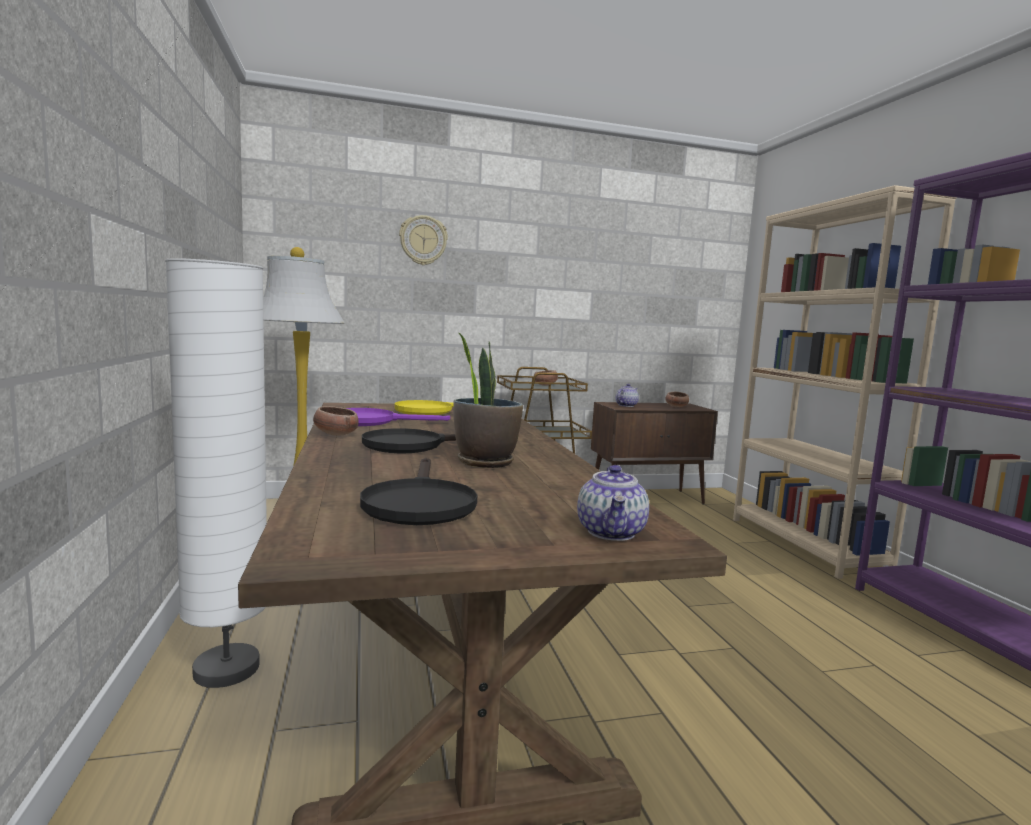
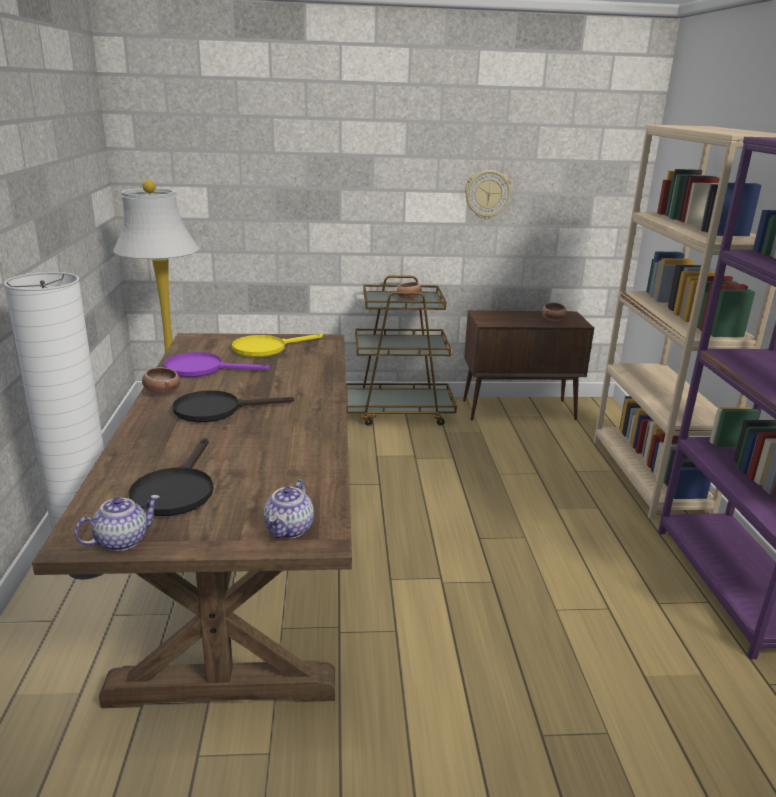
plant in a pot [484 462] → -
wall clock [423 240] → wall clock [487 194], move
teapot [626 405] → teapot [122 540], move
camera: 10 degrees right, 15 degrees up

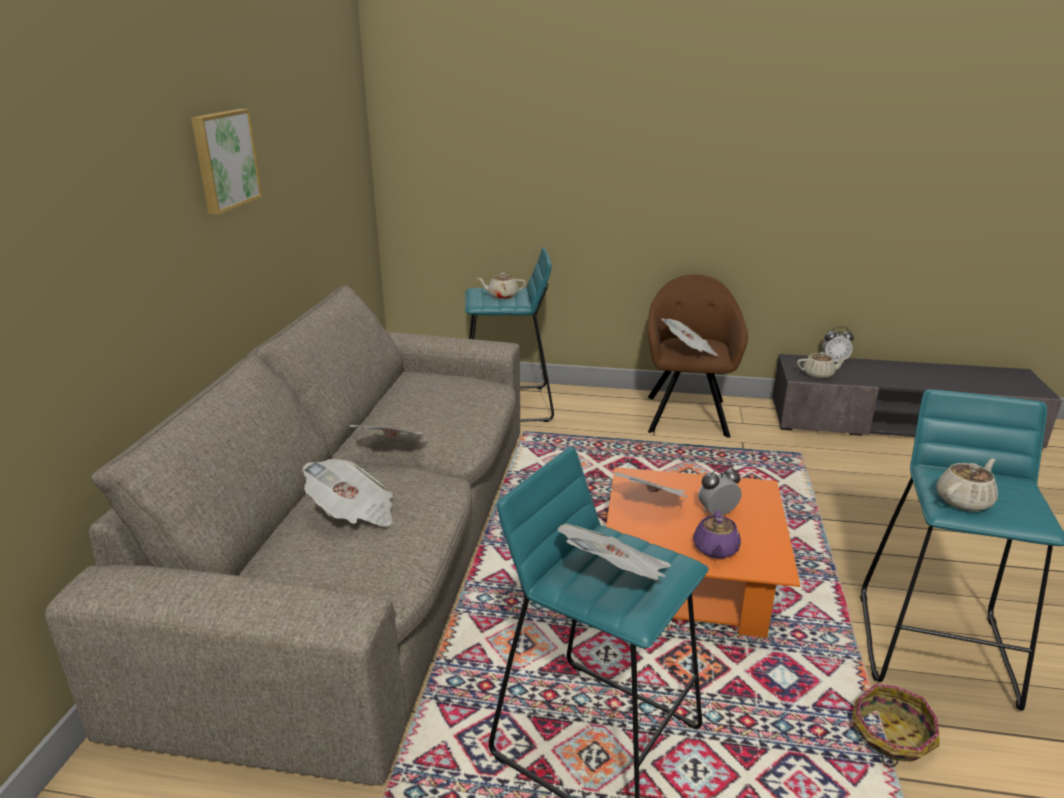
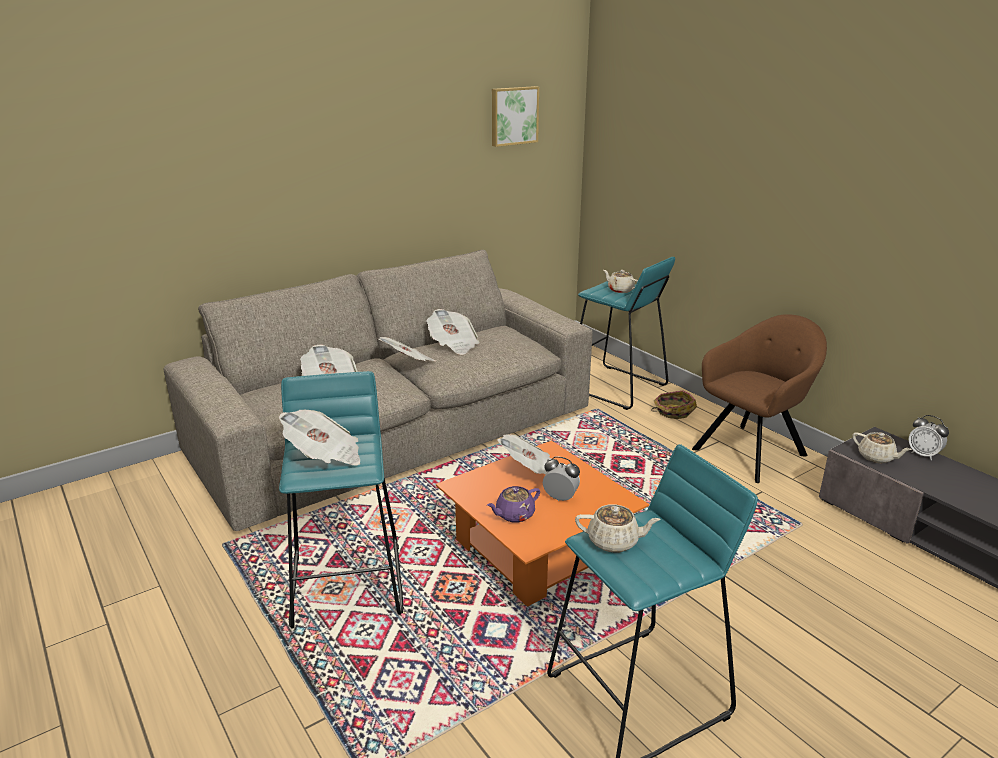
wall picture [224 160] → wall picture [513 116], move
newspaper [689 351] → newspaper [453 345], move
storage basket [891 736] → storage basket [673 411], move
camera: 45 degrees right, 0 degrees up

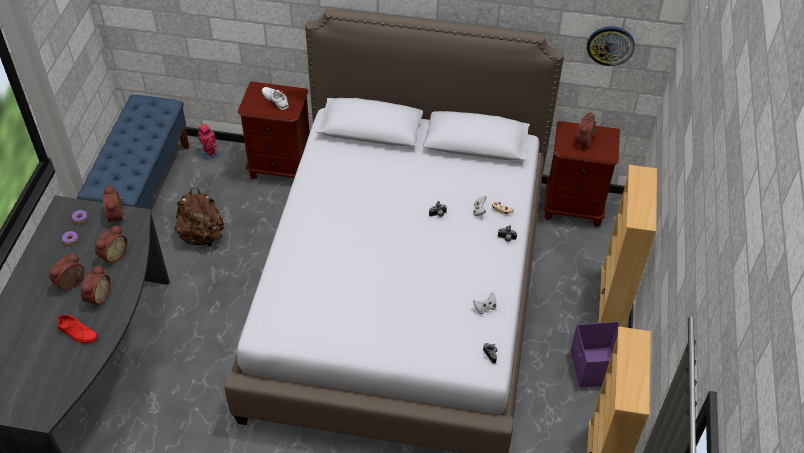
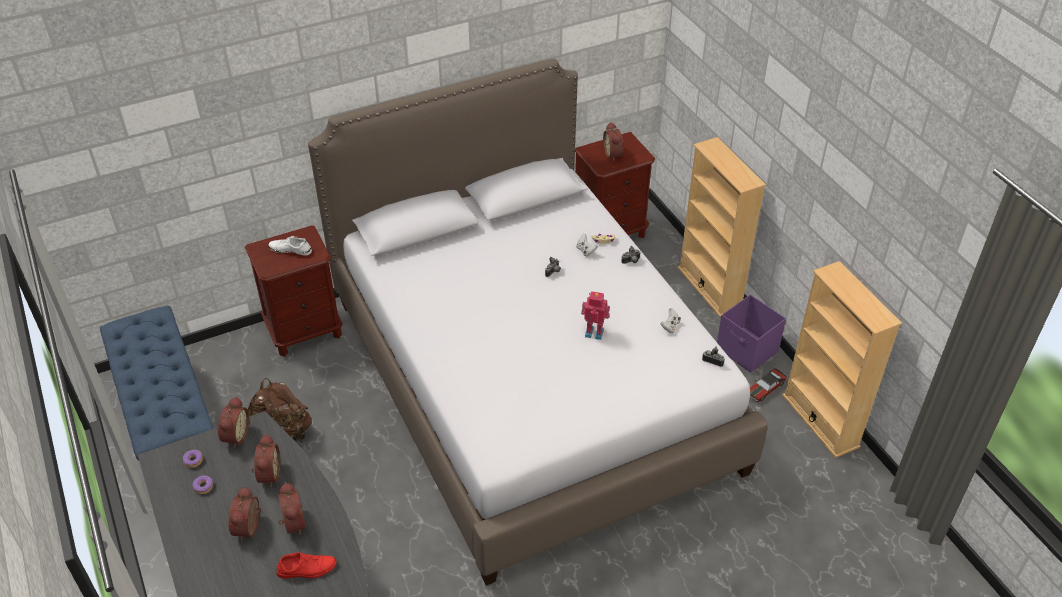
wall clock [610 45] → -
- → toy car [765 388]
model robot [210 153] → model robot [594 332], move
bedside clock [118 216] → bedside clock [235 435], 120 degrees counterclockwise
camera: 35 degrees left, 5 degrees down

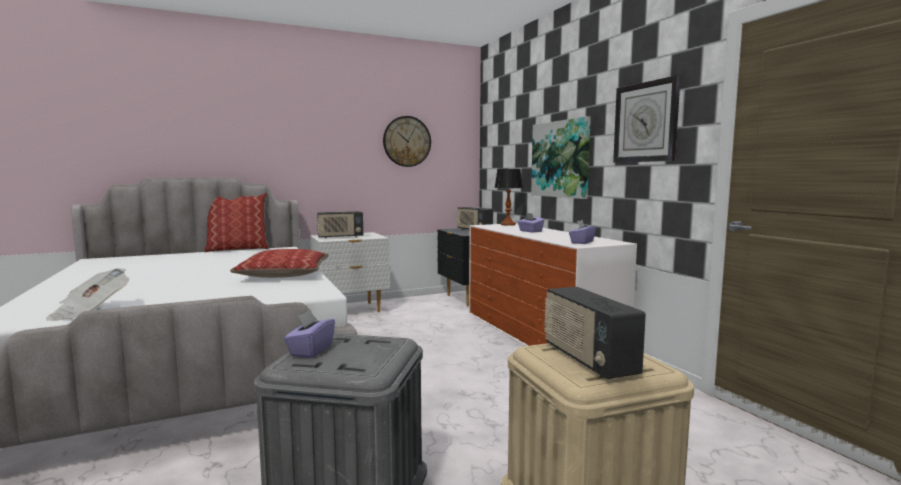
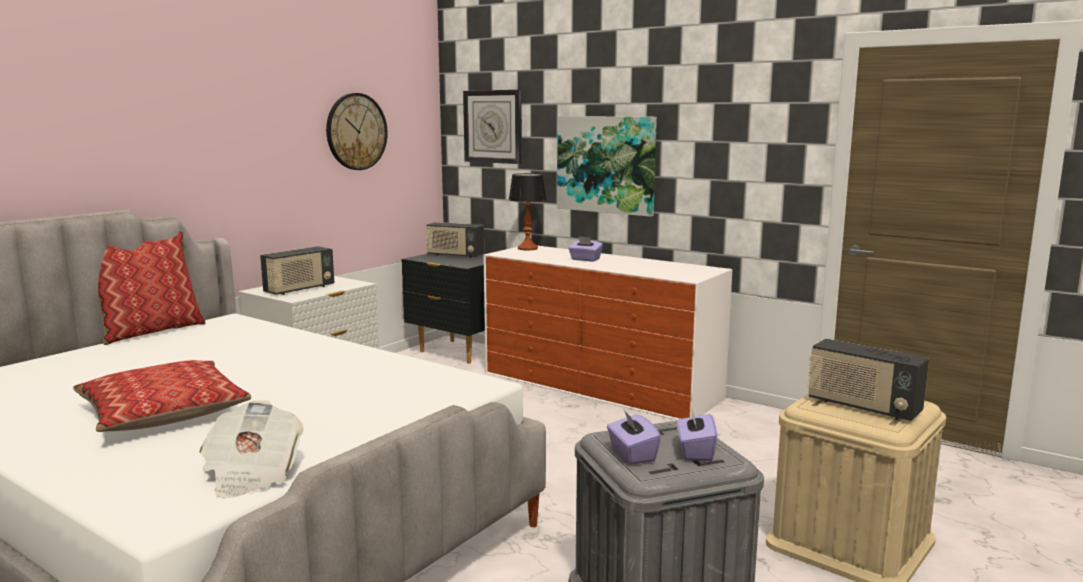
pillow [284 274] → pillow [164 412], move
tissue holder (purple) [581 242] → tissue holder (purple) [695 451], move
wall clock [646 122] → wall clock [493 126], move
camera: 30 degrees left, 5 degrees up

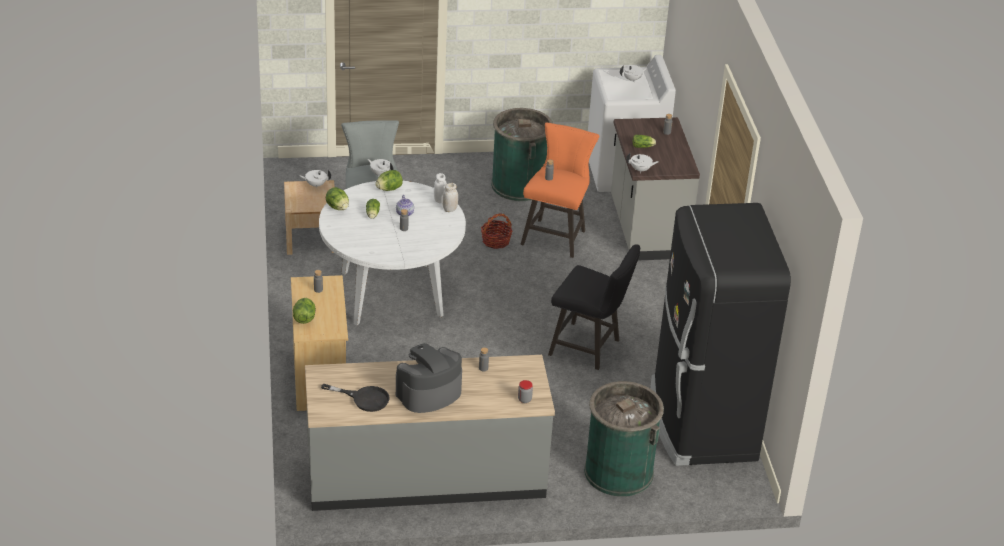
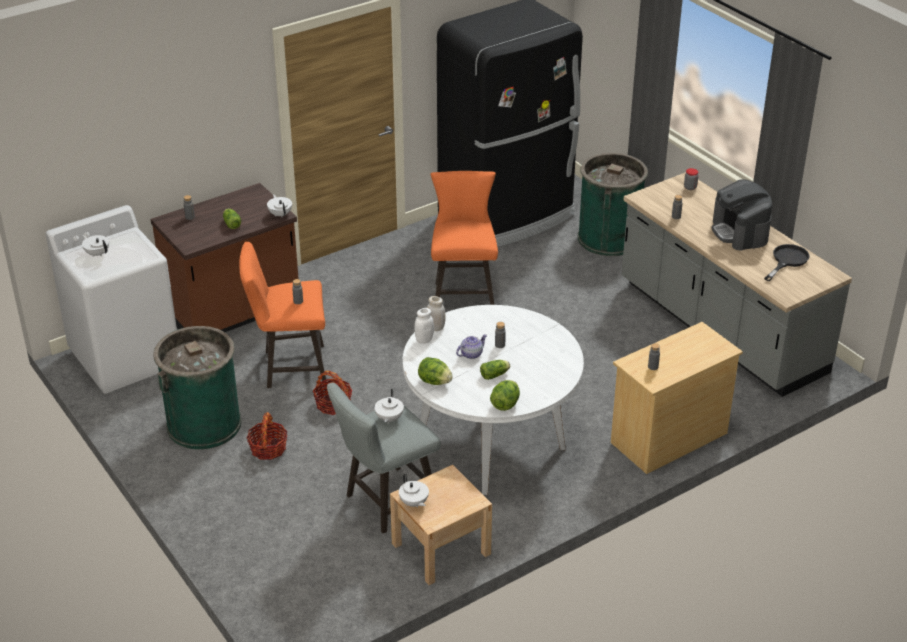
lettuce [304 318] → -
- → storage basket [268 449]
stool seat (black-coloured) [589 348] → stool seat (orange-coloured) [463 294]
kitchen counter (gray) [646 230] → kitchen counter (brownish) [234 314]
pan (black-coloured) [364 398] → pan (black-coloured) [787 260], 45 degrees clockwise
coffee maker [428 393] → coffee maker [740 232], 45 degrees clockwise
camera: 115 degrees left, 0 degrees up

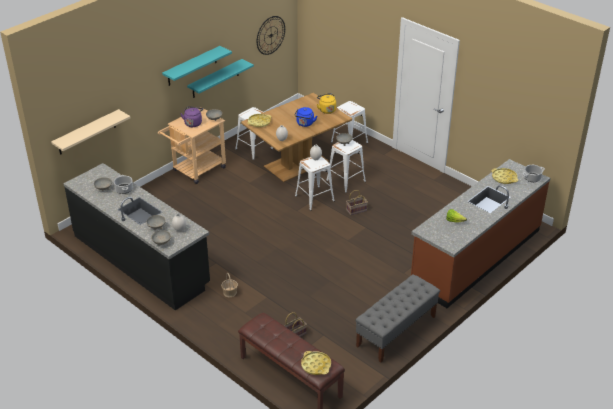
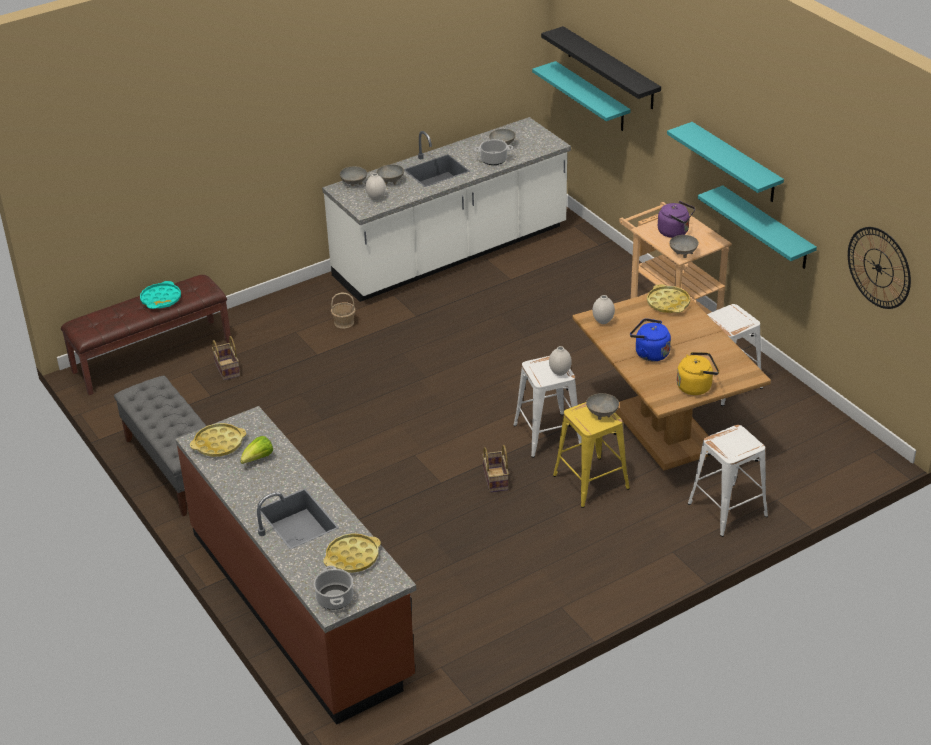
- → serving tray (turquoise-coloured) [161 299]
- → wall shelf (black-coloured) [610 68]
serving tray (yellow-coloured) [316 365] → serving tray (yellow-coloured) [219 444], move
wall shelf (beige-coloured) [86 132] → wall shelf (turquoise-coloured) [592 97]
kitchen counter (black-coloured) [141 260] → kitchen counter (white-coloured) [451 253]
stool seat (white-coloured) [346 181] → stool seat (yellow-coloured) [590 482]
camera: 105 degrees right, 0 degrees up

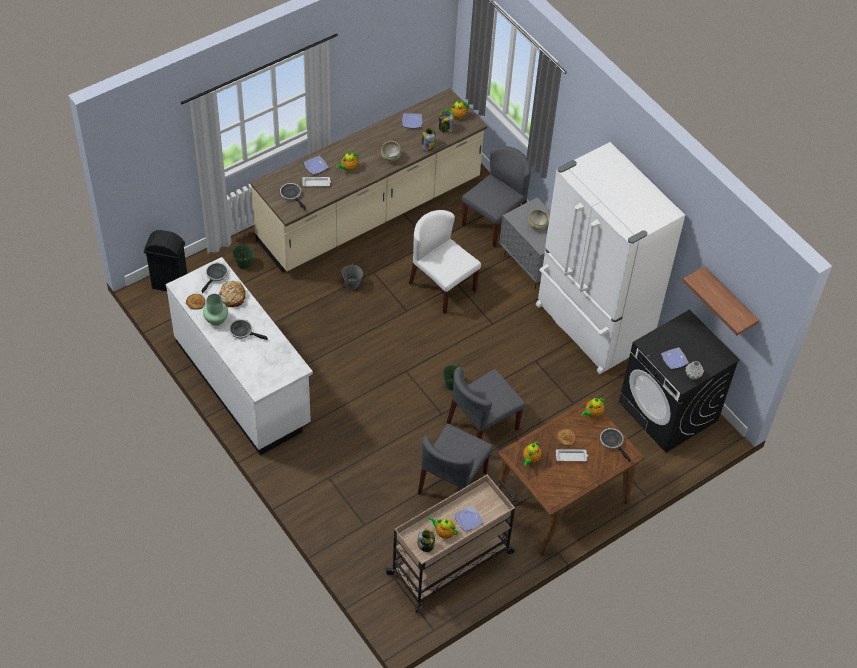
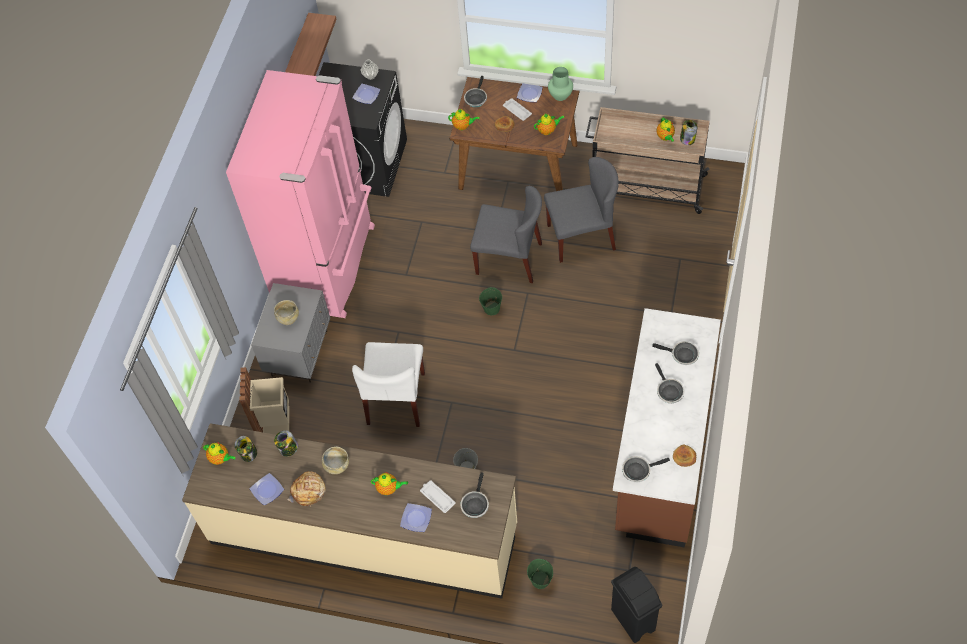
- → pan [682 355]
vase (greenish) [216 320] → vase (greenish) [561 95], move
bakery bread [232 297] → bakery bread [308 492], move
dinner plate [469 520] → dinner plate [529 93], move
chair (gray) [494 222] → rubbish bin (beige-coloured) [275 422]
kitchen counter (white-coloured) [243 383] → kitchen counter (brownish) [661 452]
kitchen fridge (white-coloured) [591 326] → kitchen fridge (pink) [328 266]
camera: 125 degrees left, 5 degrees up

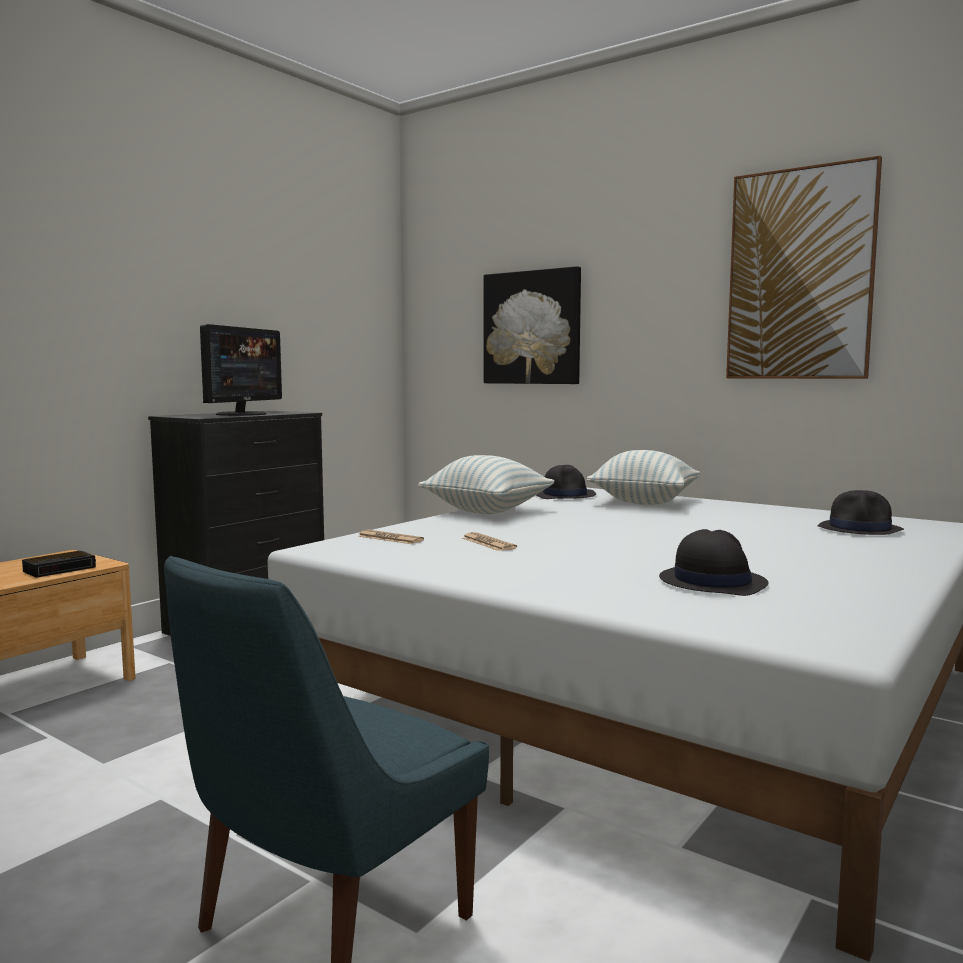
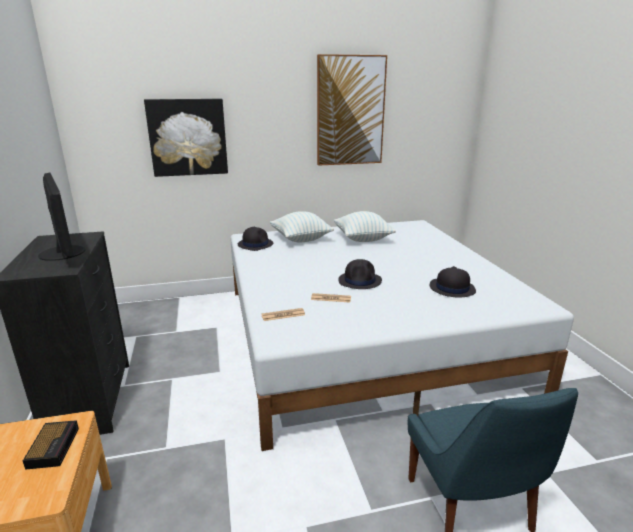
pillow [487 511] → pillow [362 239], move
clothing hat (black-coloured) [860 529] → clothing hat (black-coloured) [360 281], move
camera: 50 degrees left, 15 degrees up

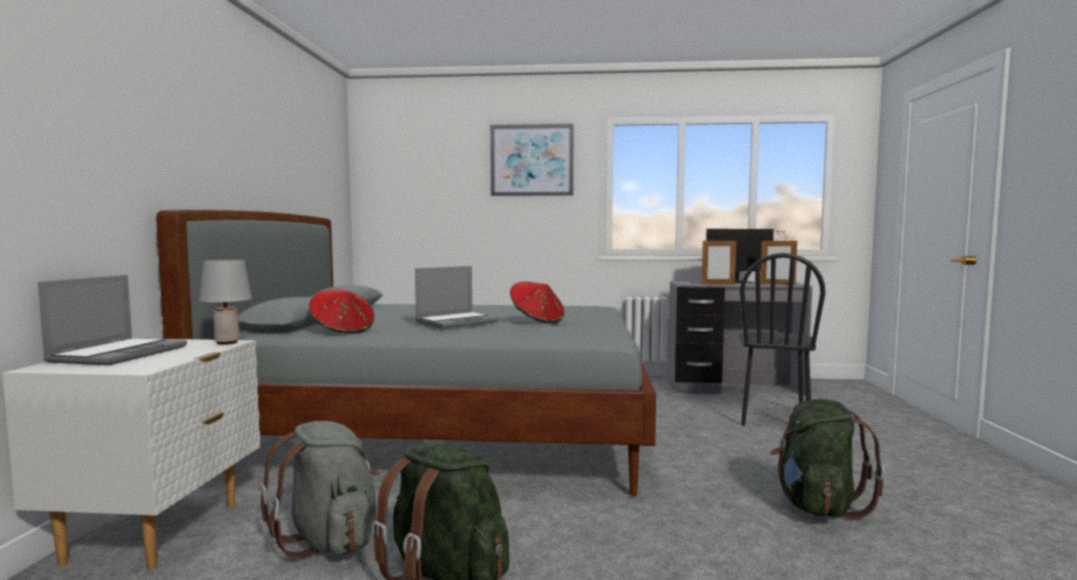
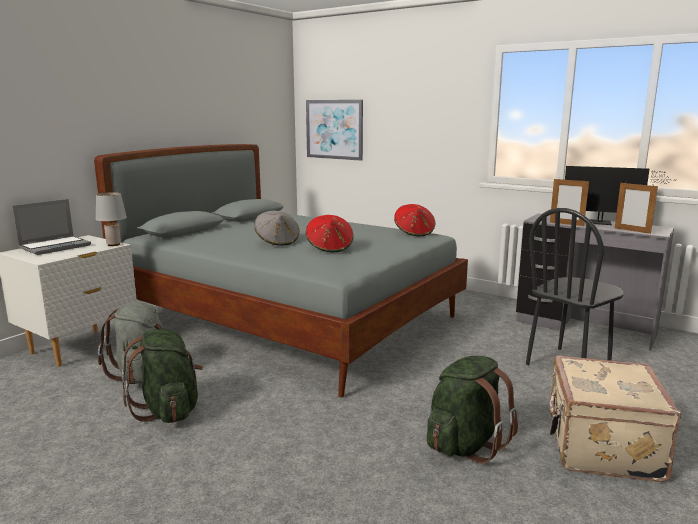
- → suitcase (beige-coloured) [600 447]
clothing hat (red-coloured) [343 330] → clothing hat (red-coloured) [414 233], move
wall picture [532 160] → wall picture [334 129], move
notebook computer [457 322] → clothing hat (gray) [277 241]
camera: 30 degrees right, 10 degrees up

